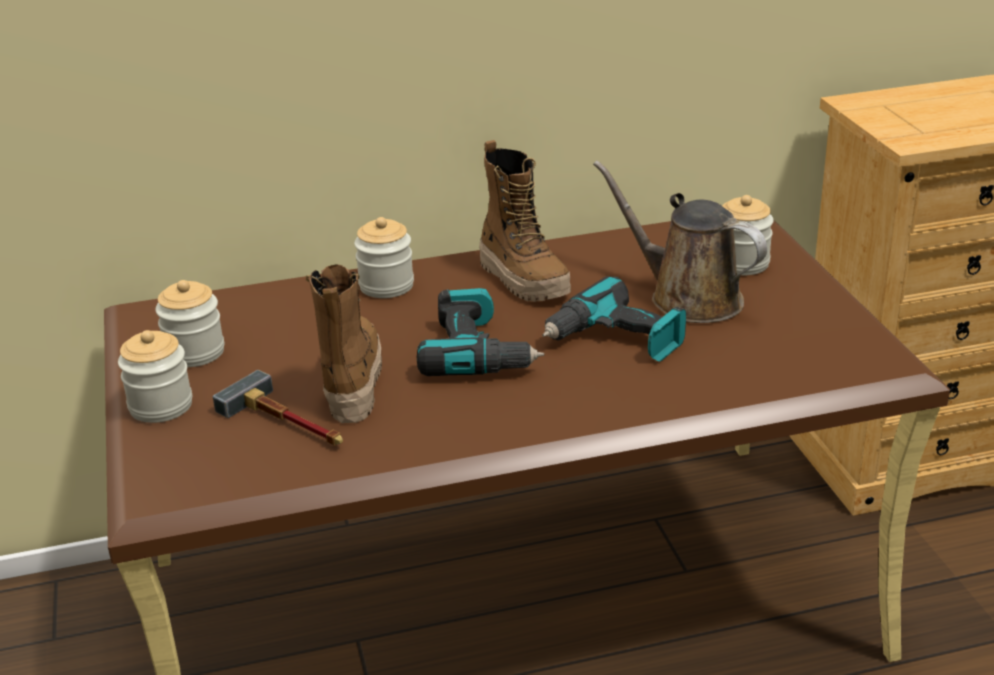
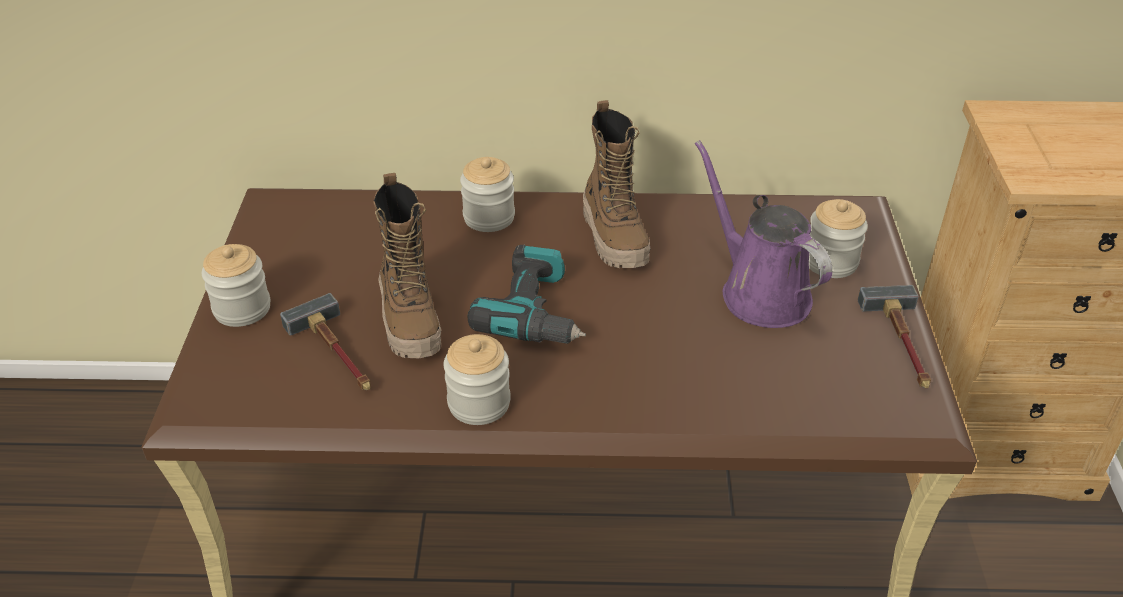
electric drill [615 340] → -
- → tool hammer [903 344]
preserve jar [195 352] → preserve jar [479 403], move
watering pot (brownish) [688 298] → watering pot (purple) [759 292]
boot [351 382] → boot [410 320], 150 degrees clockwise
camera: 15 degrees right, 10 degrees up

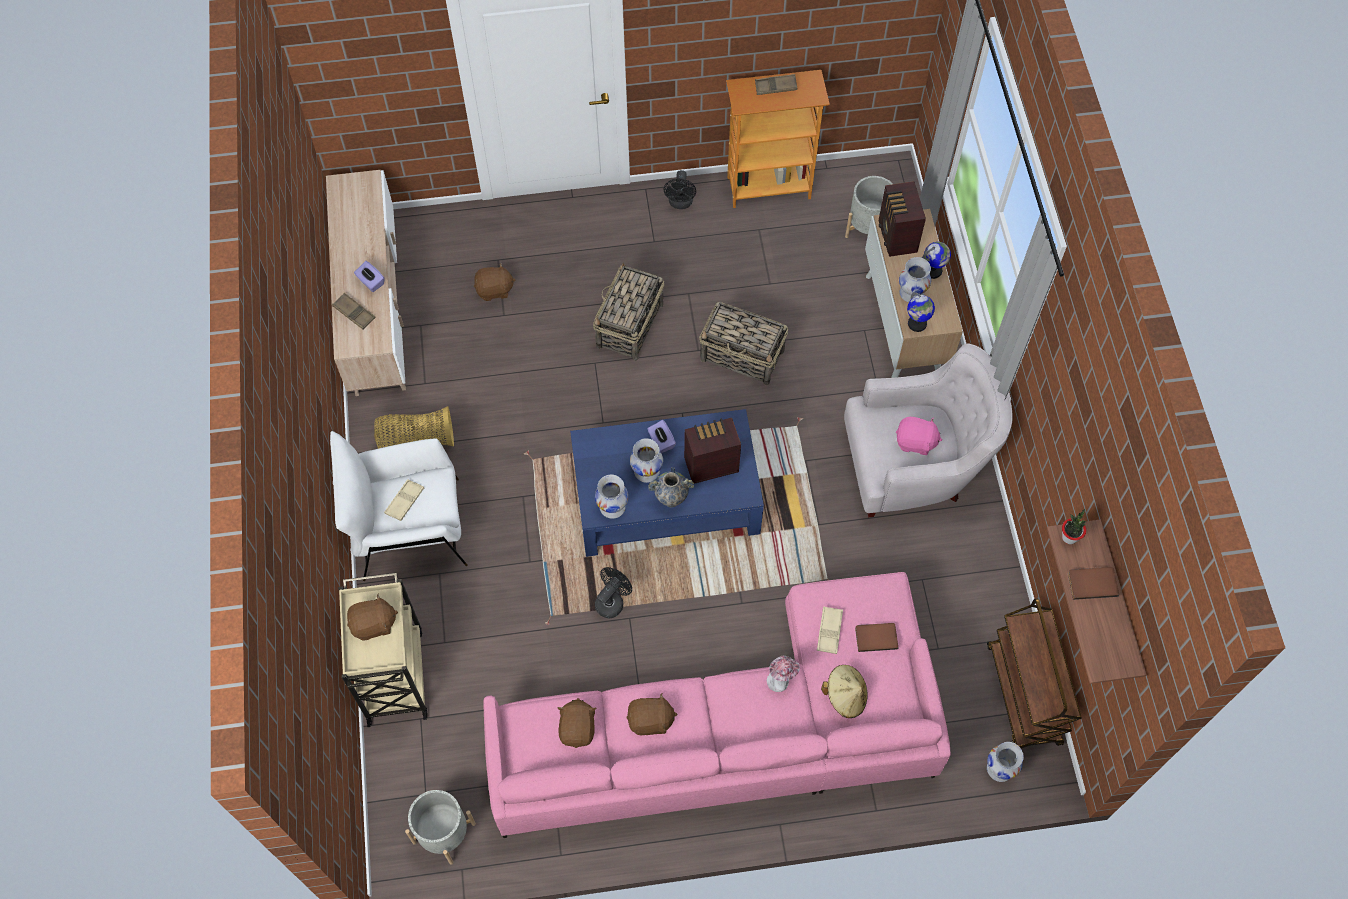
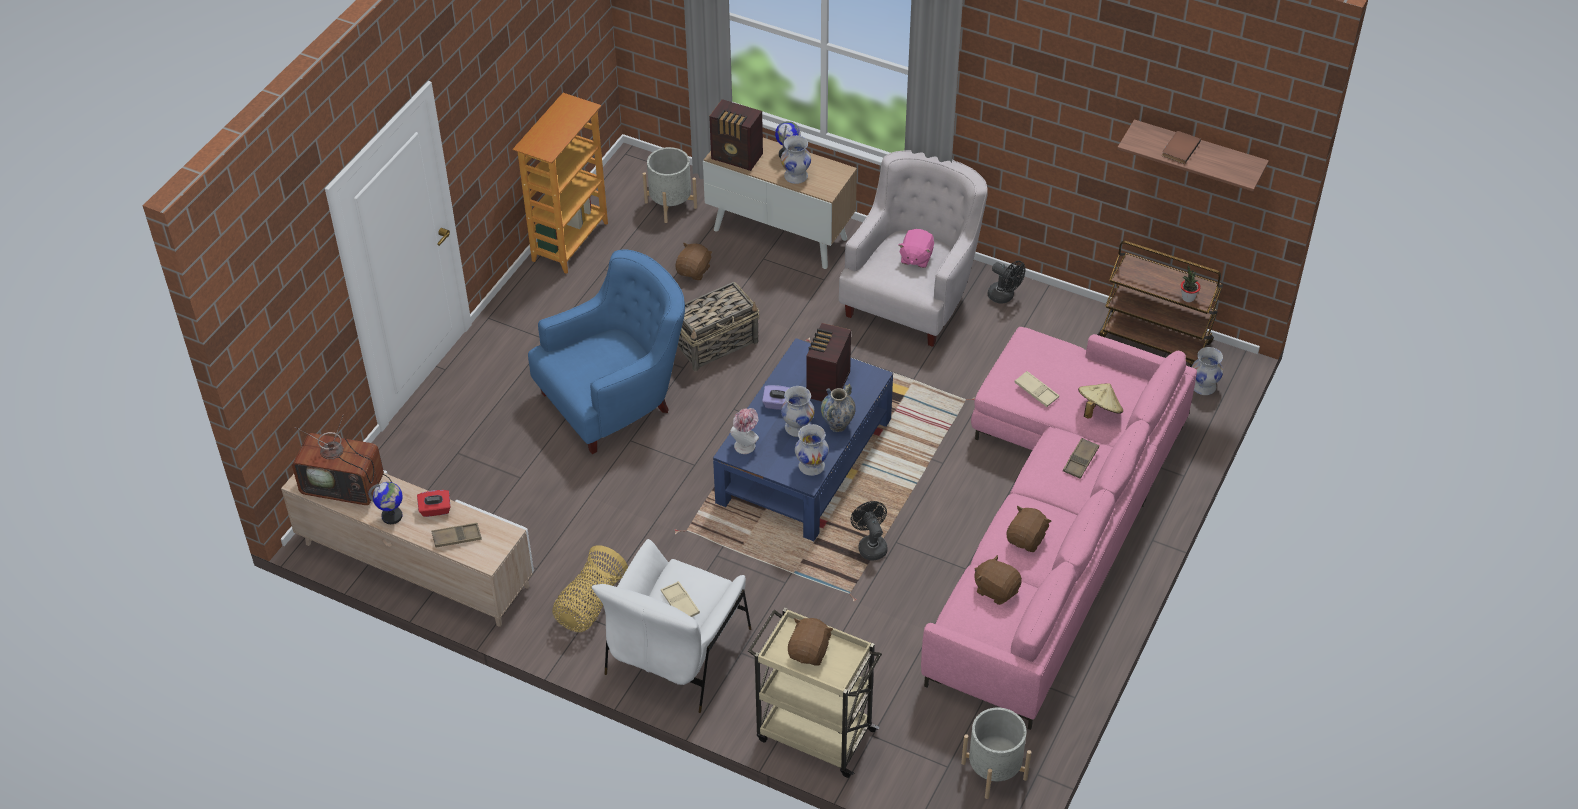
volume (brownish) [876 636] → -
- → television [346 486]
cuddly toy (brownish) [494 290] → cuddly toy (brownish) [694 271], move
electric fan (black-coloured) [680 203] → electric fan (black-coloured) [1004 297], move
serving tray (brownish) [775 87] → serving tray (brownish) [1080 460], move
clothing hat [781 680] → clothing hat [746 444], move
world globe [917 324] → world globe [392 516], move
plant in a pot [1069 537] → plant in a pot [1188 298], move
storage basket [629 326] → lounge chair (blue) [616 399]
tissue holder (purple) [371 282] → tissue holder (red-coloured) [435 510]
cuddly toy (pink) [915 442] → cuddly toy (pink) [916 258], 150 degrees clockwise
camera: 55 degrees left, 15 degrees down

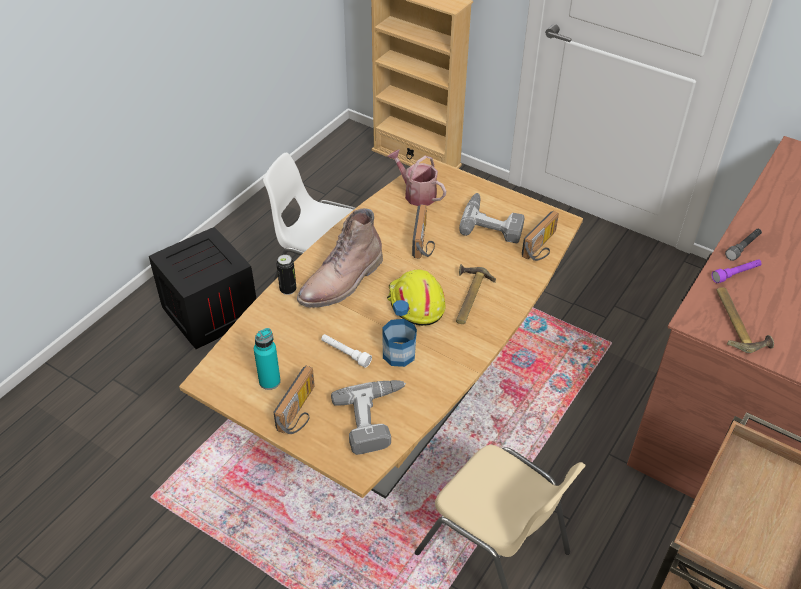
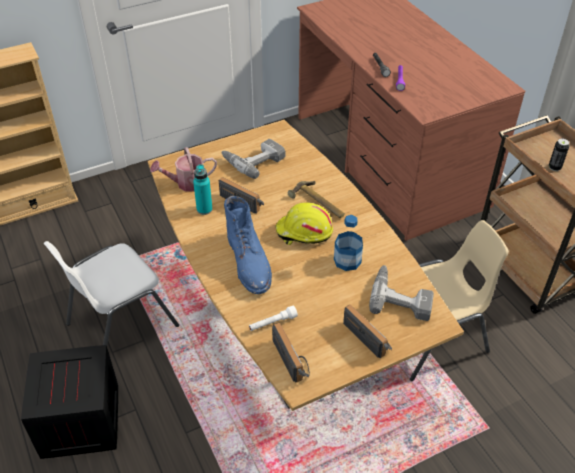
tool hammer [737 323] → -
bottle (turquoise-coloured) [269 381] → bottle (turquoise-coloured) [204 209], move
sealed can [288 290] → sealed can [554 167], move
hand torch (white-coloured) [345 353] → hand torch (white-coloured) [272 323], move
radio set [542 247] → radio set [293 359], move
boot (brownish) [342 282] → boot (blue) [250 262]
camera: 60 degrees left, 0 degrees up

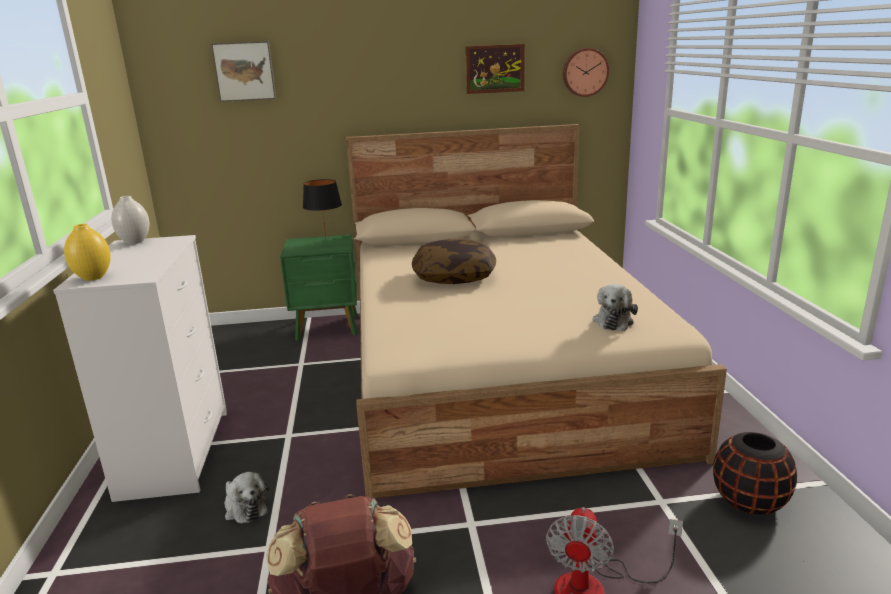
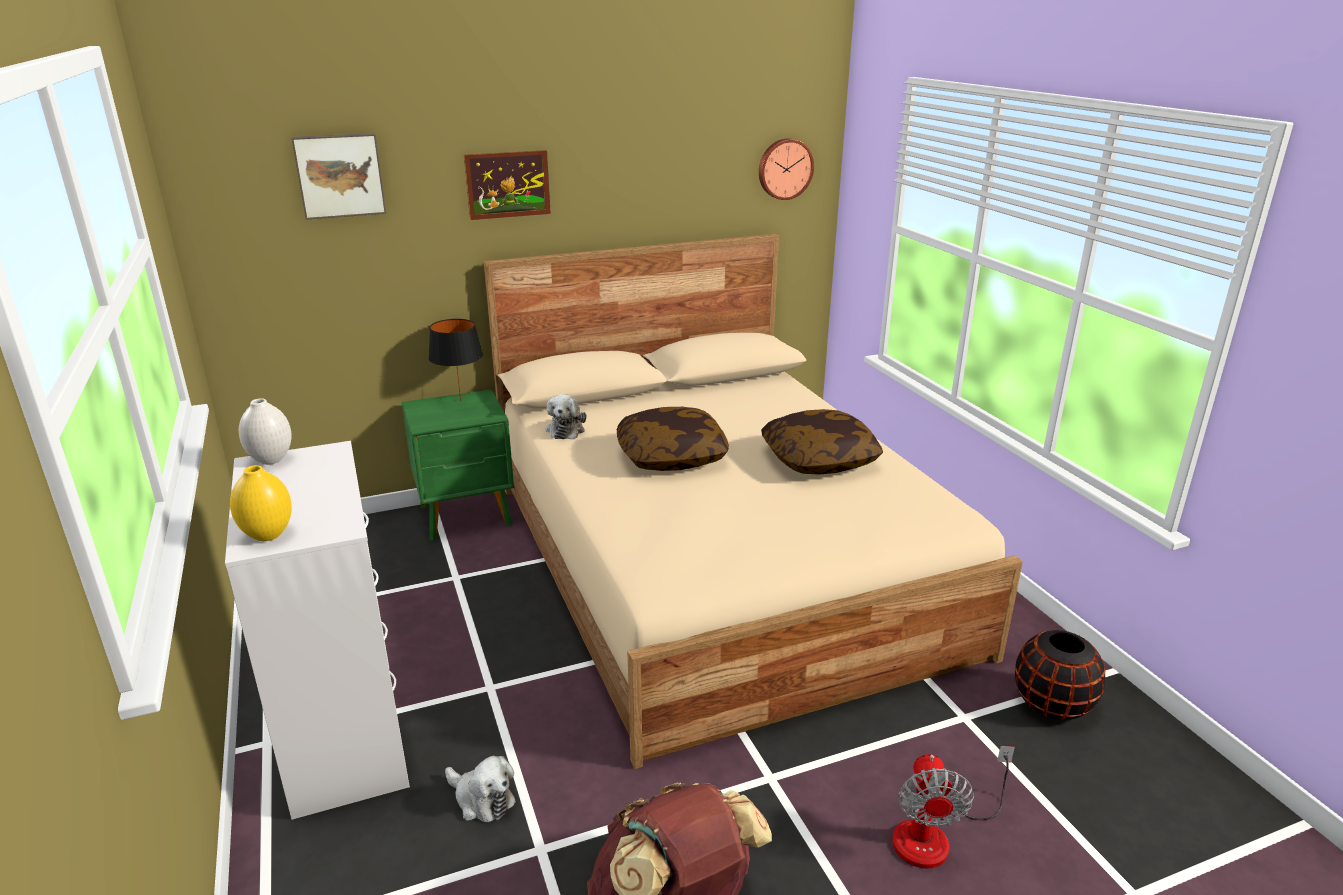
- → pillow [819 460]
wall picture [495 69] → wall picture [508 184], move
cuddly toy [613 321] → cuddly toy [566 429], move
camera: 15 degrees left, 5 degrees up

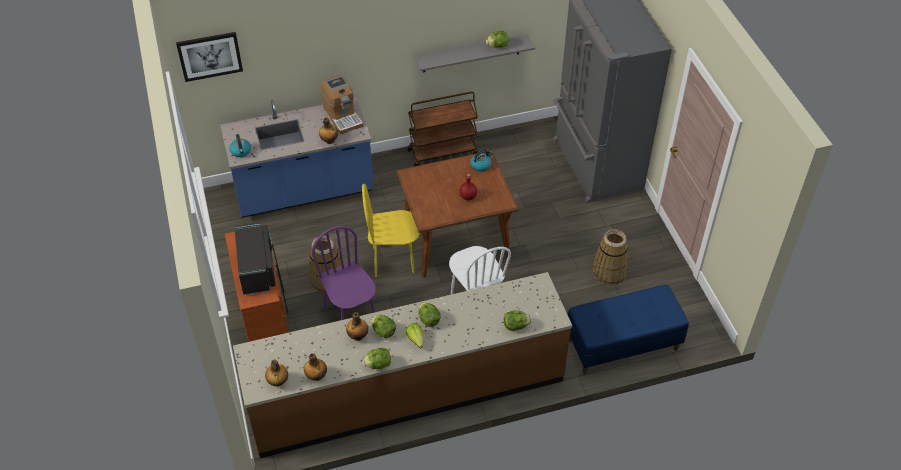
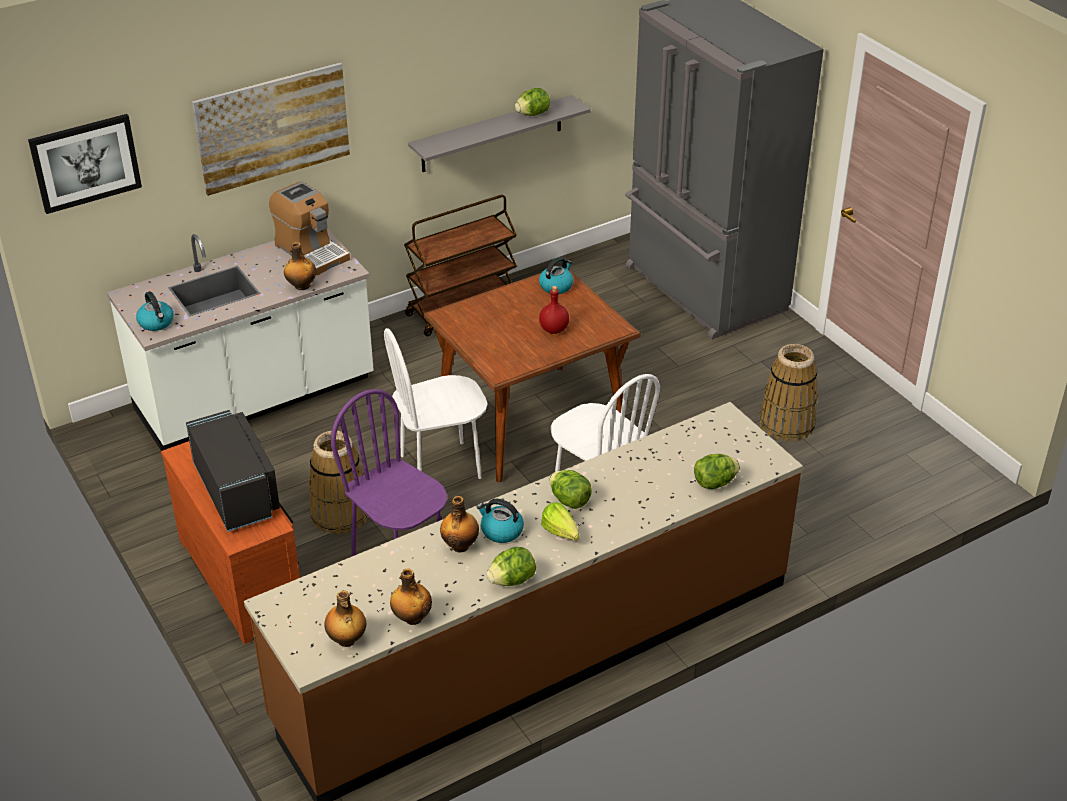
long seat (blue) [622 345] → -
- → wall picture [273 127]
lettuce [383 331] → water kettle [501 531]
kitchen counter (blue) [304 191] → kitchen counter (white-coloured) [255 397]
chair (yellow-coloured) [393 260] → chair (white-coloured) [440 467]
camera: 15 degrees left, 10 degrees down

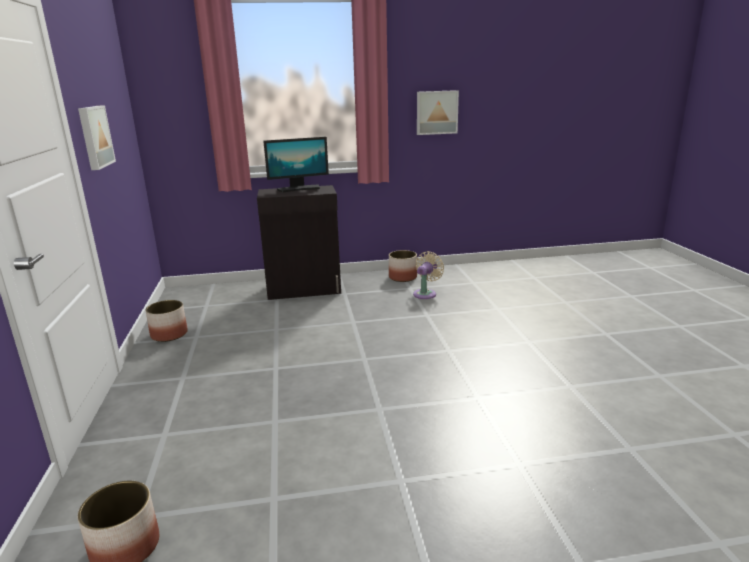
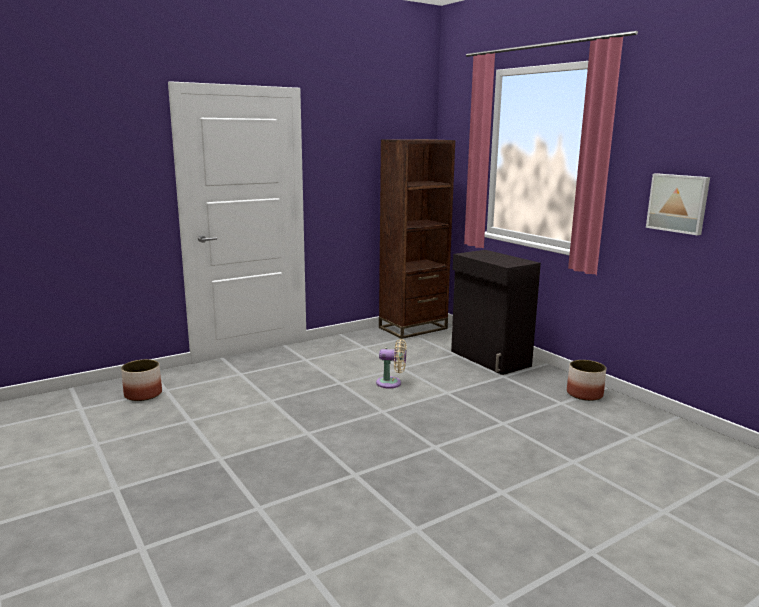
wall picture [94 137] → -
flower pot [169 335] → -
computer display [299 189] → -
- → bookcase (brownish) [413 328]
electric fan (beige-coloured) [426 293] → electric fan (beige-coloured) [391 383], move
camera: 65 degrees right, 5 degrees down

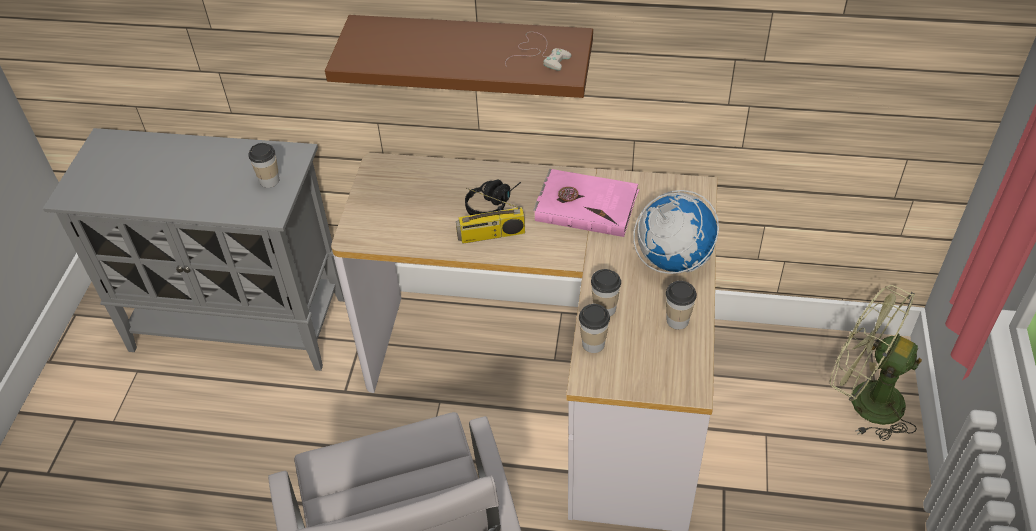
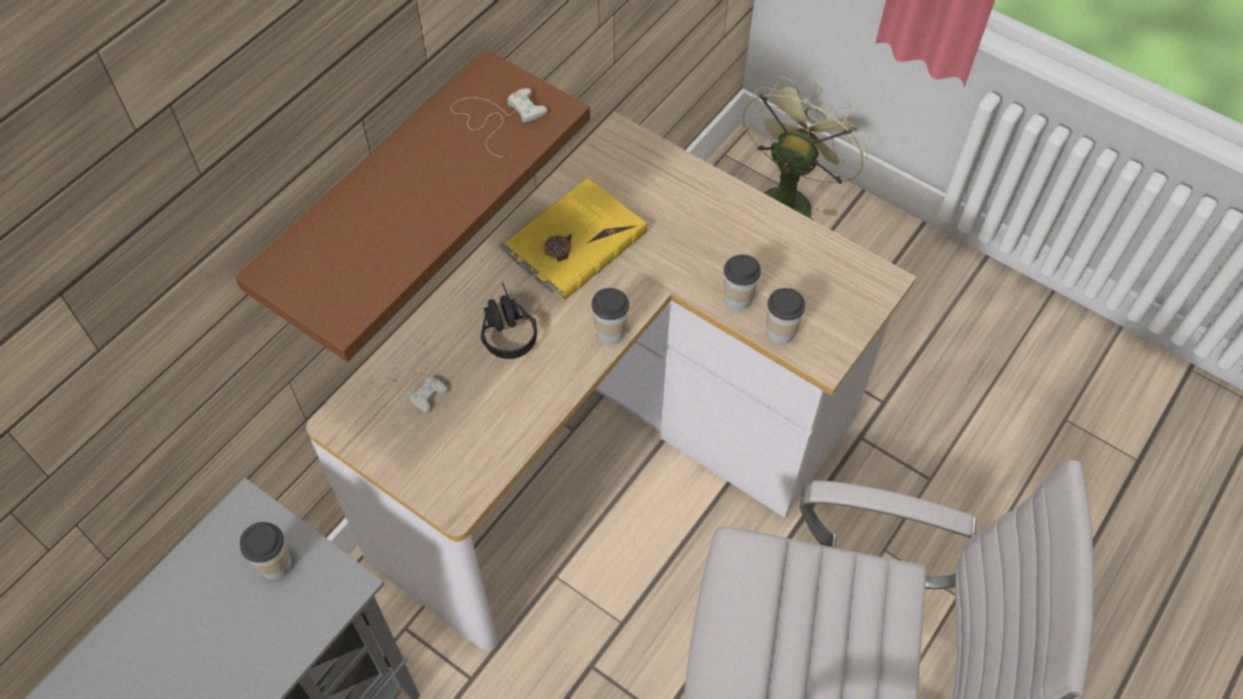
radio set [491 235] → -
world globe [672 260] → -
- → joypad (white-coloured) [410 377]
drinking cup [677 320] → drinking cup [610 332], move
volume (pink) [586 205] → volume (yellow-coloured) [573 242]
electric fan (greenish) [864 399] → electric fan (greenish) [786 199], 150 degrees clockwise
camera: 65 degrees left, 10 degrees up

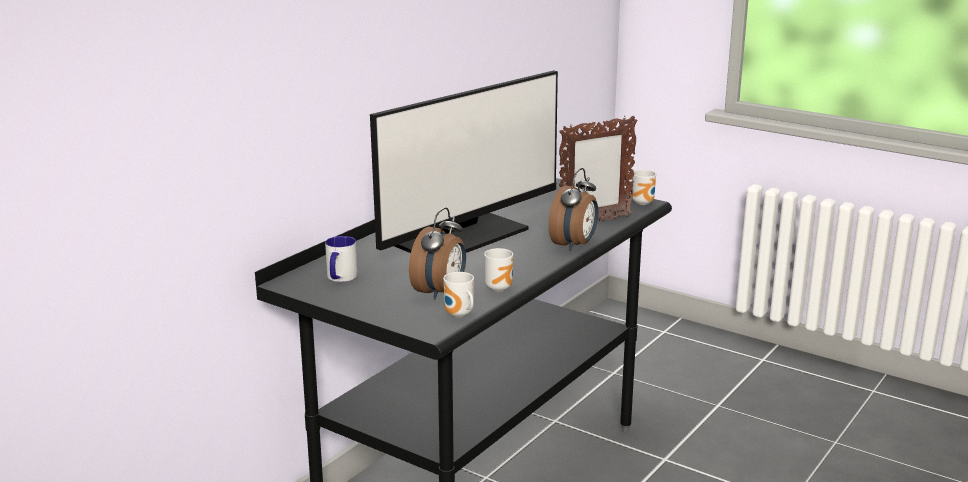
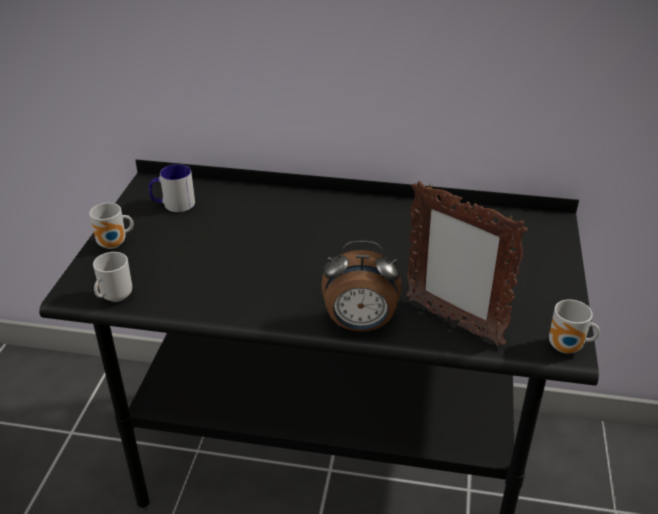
computer display [460 237] → -
bedside clock [440 292] → -
tea mug [500 288] → tea mug [114 245], move
camera: 65 degrees right, 15 degrees up

